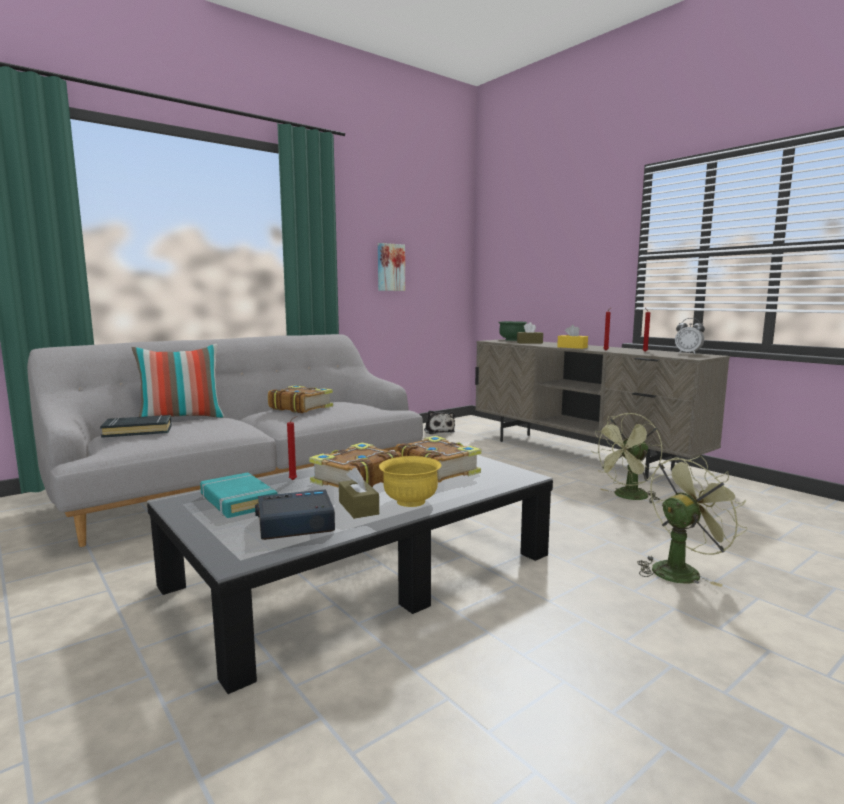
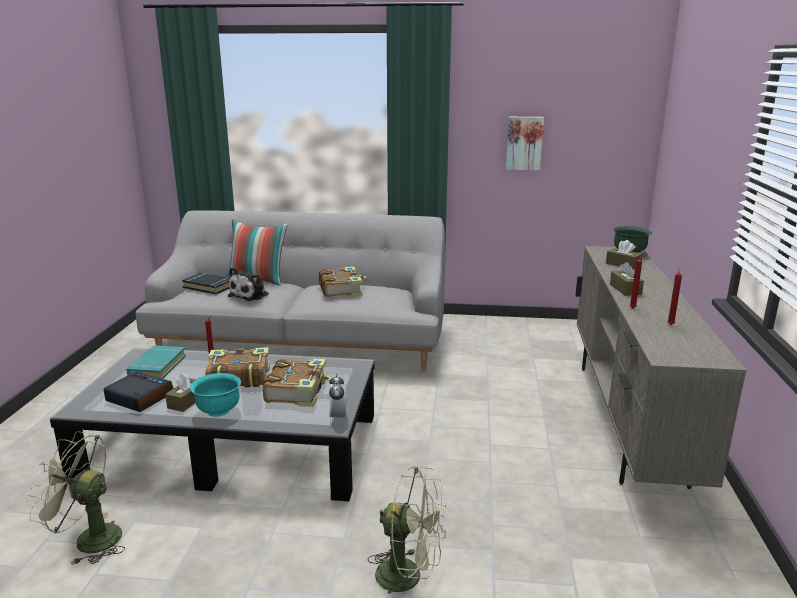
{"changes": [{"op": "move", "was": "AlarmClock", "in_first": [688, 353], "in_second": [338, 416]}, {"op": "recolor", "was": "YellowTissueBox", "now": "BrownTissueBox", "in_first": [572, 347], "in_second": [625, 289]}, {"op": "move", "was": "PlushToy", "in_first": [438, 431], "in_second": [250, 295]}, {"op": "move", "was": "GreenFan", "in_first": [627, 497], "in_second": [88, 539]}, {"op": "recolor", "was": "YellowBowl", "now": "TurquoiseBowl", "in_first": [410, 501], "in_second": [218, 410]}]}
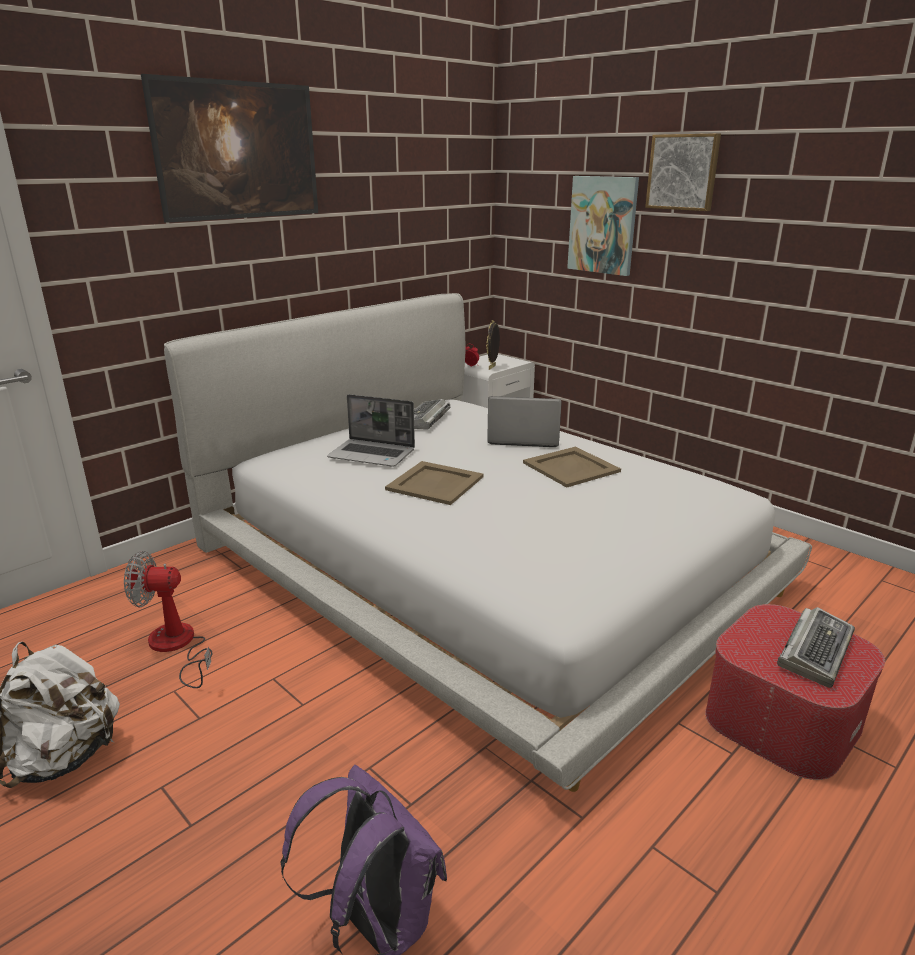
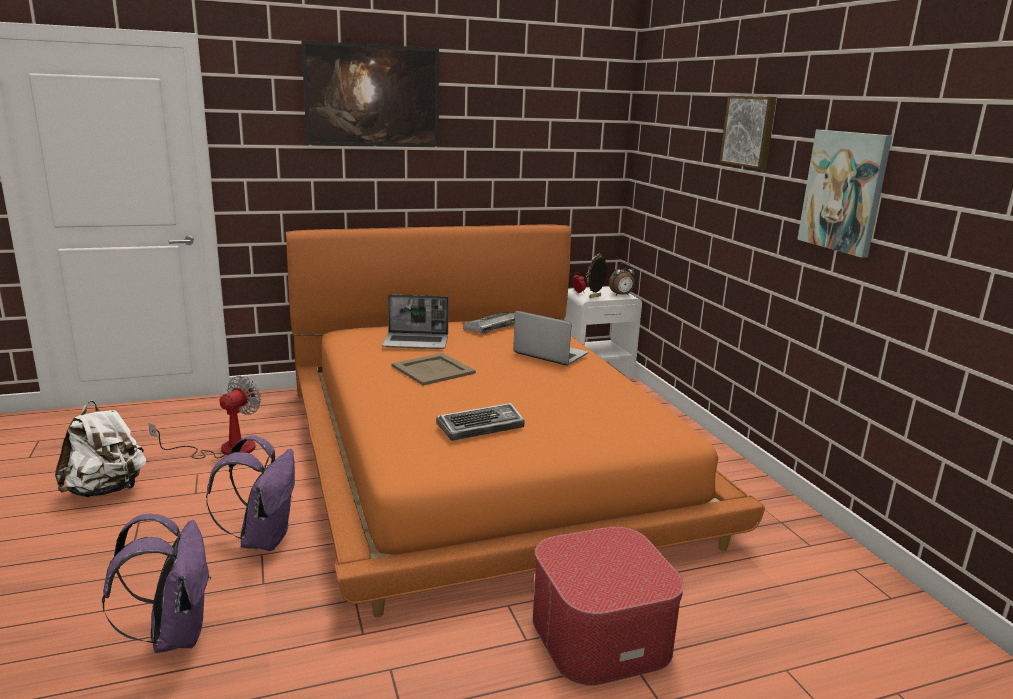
{"changes": [{"op": "move", "was": "Picture", "in_first": [603, 225], "in_second": [844, 191]}, {"op": "recolor", "was": "WhiteBed", "now": "OrangeBed", "in_first": [480, 565], "in_second": [482, 455]}, {"op": "rotate", "was": "Laptop", "in_first": [373, 454], "in_second": [417, 342], "clockwise": -45}, {"op": "delete", "was": "BeigeTray", "in_first": [571, 467]}, {"op": "rotate", "was": "Fan", "in_first": [177, 646], "in_second": [224, 449], "clockwise": 90}, {"op": "move", "was": "Keyboard", "in_first": [815, 651], "in_second": [481, 427]}, {"op": "insert", "now": "AlarmClock", "in_second": [621, 295]}, {"op": "insert", "now": "PurpleBackpack", "in_second": [263, 538]}]}
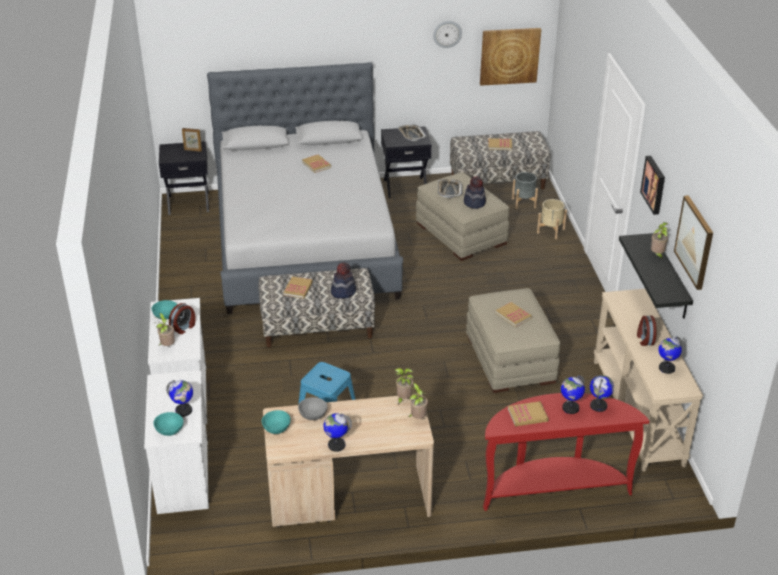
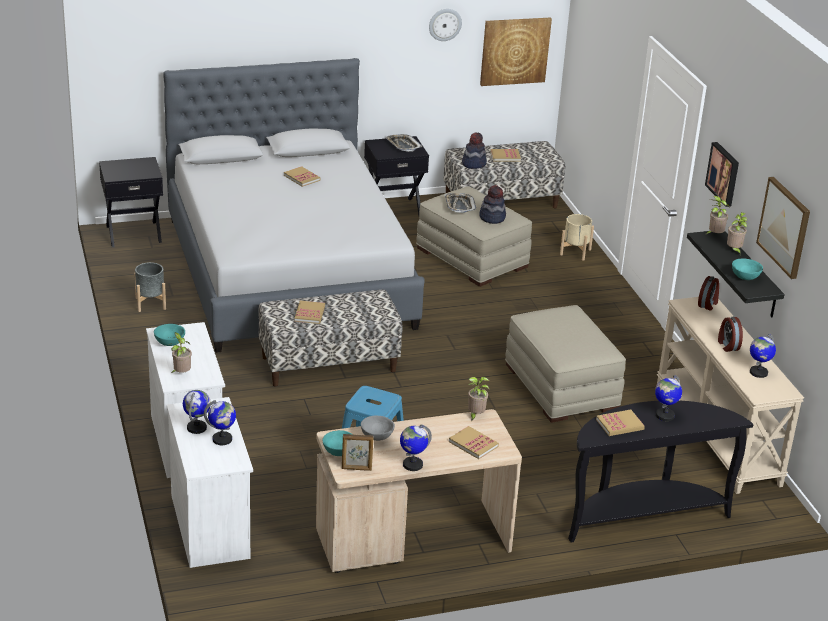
{"changes": [{"op": "move", "was": "PictureFrame", "in_first": [193, 150], "in_second": [356, 469]}, {"op": "move", "was": "GreyPlanter", "in_first": [524, 203], "in_second": [150, 303]}, {"op": "move", "was": "Hat", "in_first": [343, 291], "in_second": [473, 163]}, {"op": "move", "was": "Book", "in_first": [513, 315], "in_second": [473, 444]}, {"op": "move", "was": "AlarmClock", "in_first": [184, 327], "in_second": [708, 304]}, {"op": "move", "was": "Globe", "in_first": [598, 406], "in_second": [197, 428]}, {"op": "move", "was": "PottedPlant", "in_first": [417, 418], "in_second": [714, 235]}, {"op": "recolor", "was": "RedConsoleTable", "now": "BlackConsoleTable", "in_first": [553, 488], "in_second": [642, 515]}, {"op": "move", "was": "TurquoiseBowl", "in_first": [169, 431], "in_second": [745, 277]}]}
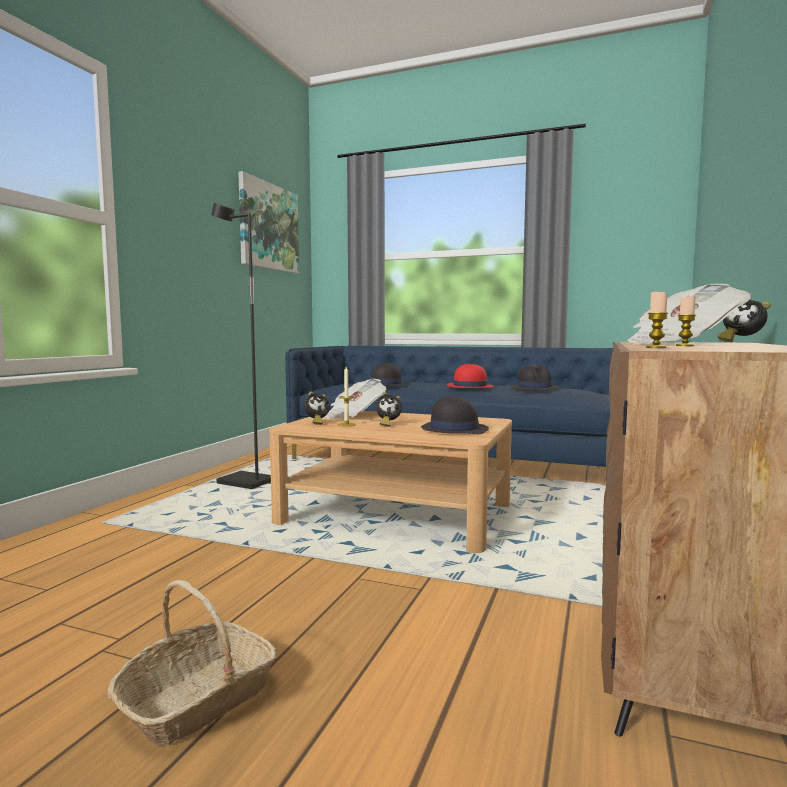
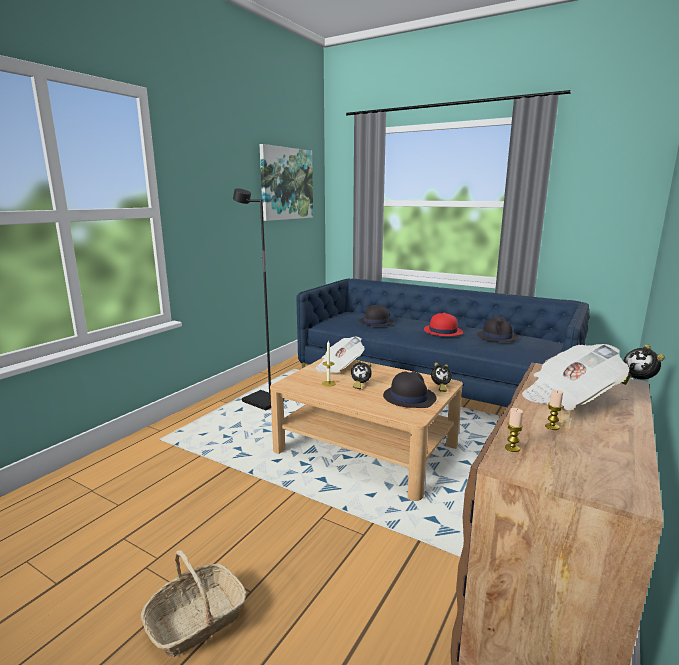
{"changes": [{"op": "move", "was": "AlarmClock", "in_first": [316, 423], "in_second": [439, 387]}]}
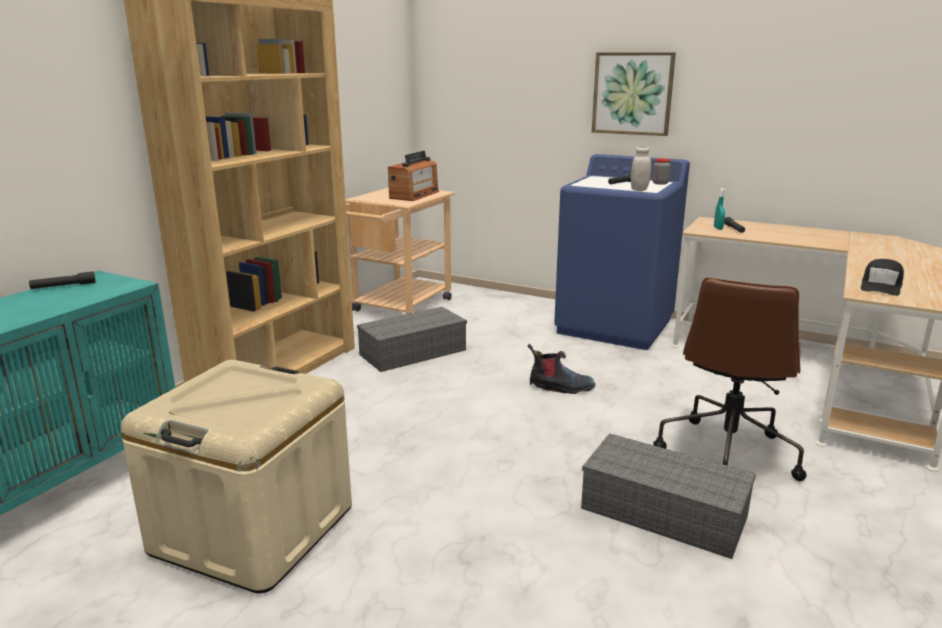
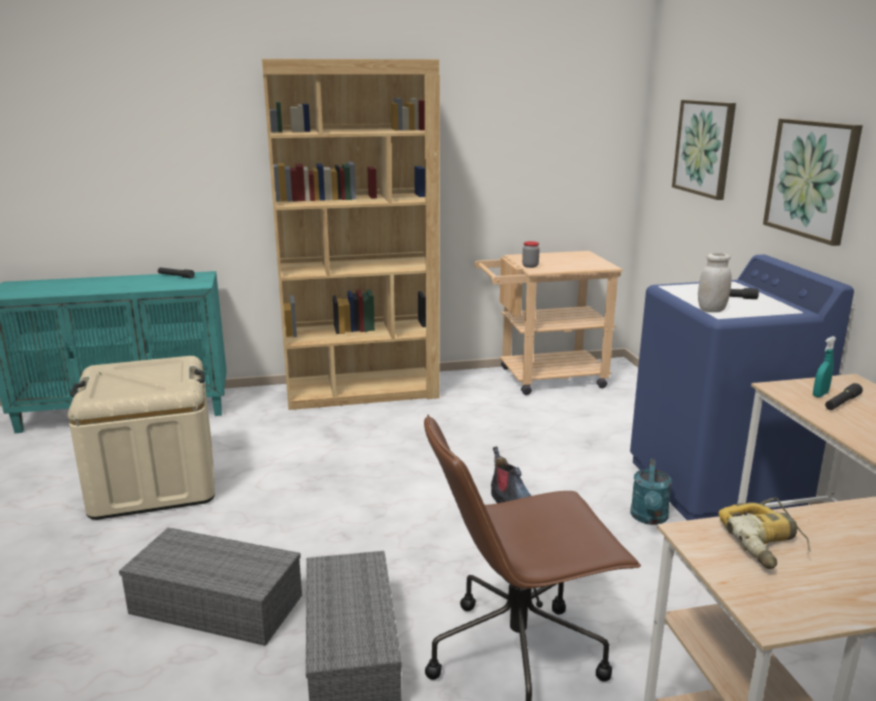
{"changes": [{"op": "delete", "was": "Radio", "in_first": [414, 195]}, {"op": "move", "was": "Jar", "in_first": [660, 183], "in_second": [530, 266]}, {"op": "replace", "was": "BlackCap", "now": "PowerDrill", "in_first": [881, 286], "in_second": [766, 542]}, {"op": "move", "was": "GreyStorageBox", "in_first": [414, 351], "in_second": [219, 603]}, {"op": "insert", "now": "Picture", "in_second": [704, 148]}, {"op": "insert", "now": "TurquoiseWateringCan", "in_second": [649, 518]}]}
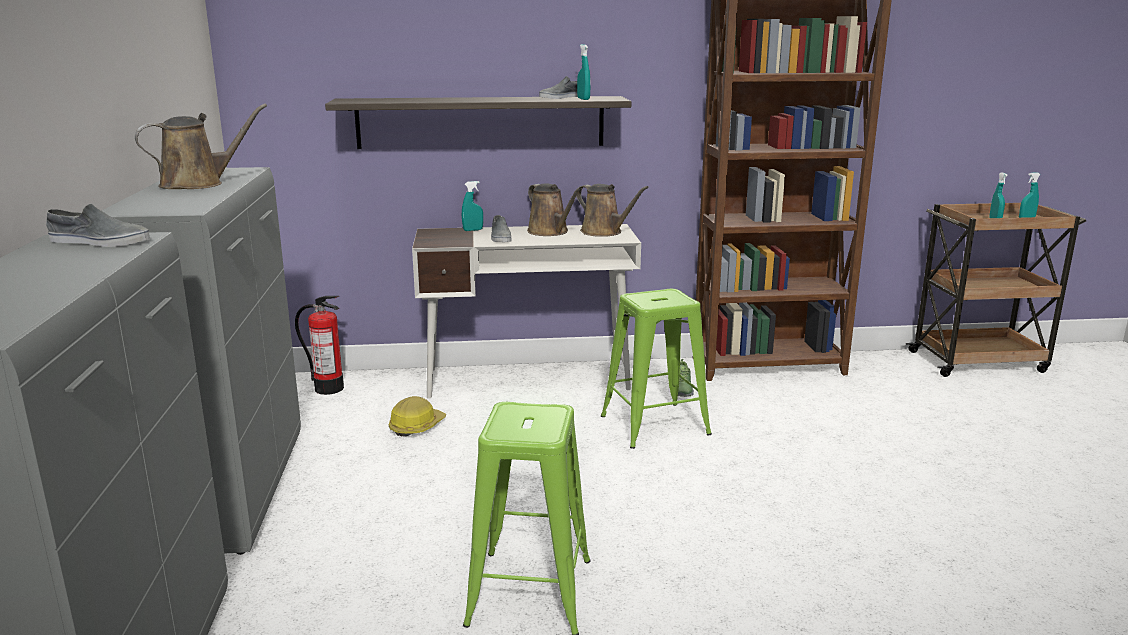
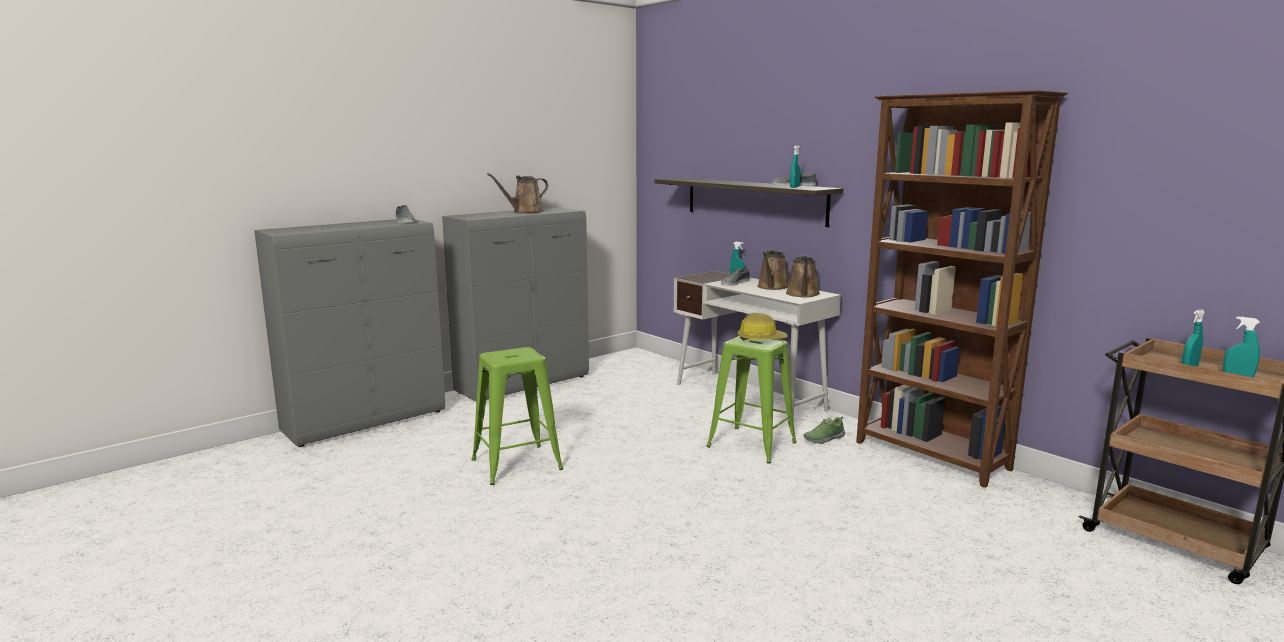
{"changes": [{"op": "rotate", "was": "BrownWateringCan", "in_first": [198, 184], "in_second": [525, 212], "clockwise": 120}, {"op": "delete", "was": "FireExtinguisher", "in_first": [329, 388]}, {"op": "move", "was": "HardHat", "in_first": [416, 426], "in_second": [761, 339]}]}
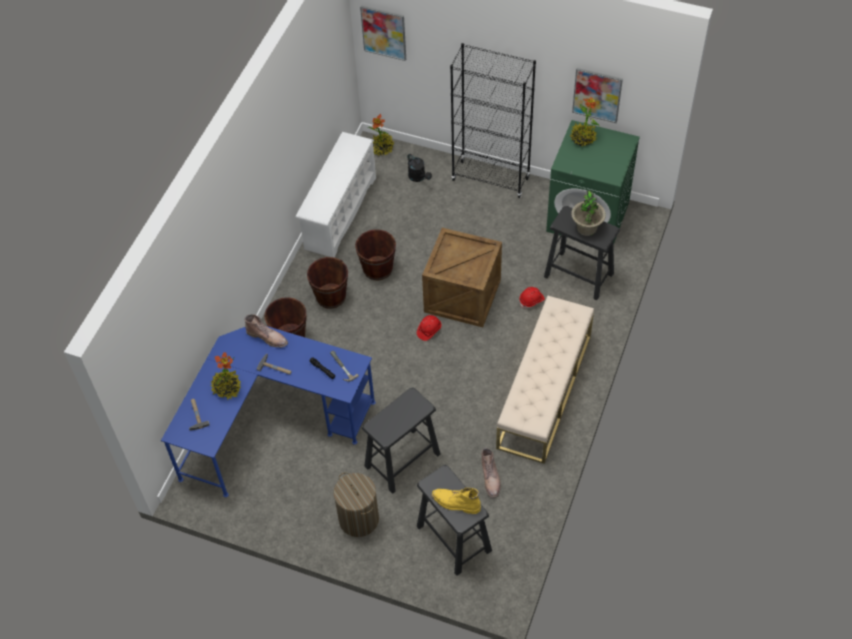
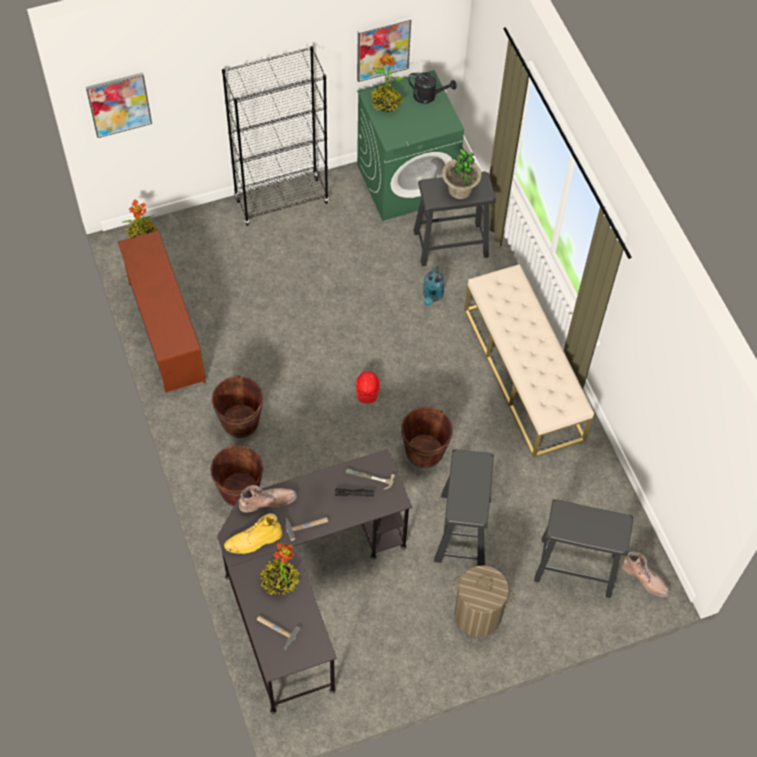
{"changes": [{"op": "recolor", "was": "WhiteShoeRack", "now": "BrownShoeRack", "in_first": [339, 213], "in_second": [165, 331]}, {"op": "move", "was": "BlackWateringCan", "in_first": [418, 177], "in_second": [428, 96]}, {"op": "delete", "was": "Crate", "in_first": [463, 295]}, {"op": "move", "was": "BrownBucket", "in_first": [377, 269], "in_second": [424, 452]}, {"op": "replace", "was": "RedHardHat", "now": "TurquoiseWateringCan", "in_first": [531, 300], "in_second": [432, 296]}, {"op": "recolor", "was": "BlueDesk", "now": "BlackDesk", "in_first": [270, 421], "in_second": [304, 587]}, {"op": "move", "was": "BrownBoot", "in_first": [491, 478], "in_second": [645, 578]}, {"op": "move", "was": "YellowBoot", "in_first": [455, 503], "in_second": [253, 541]}]}
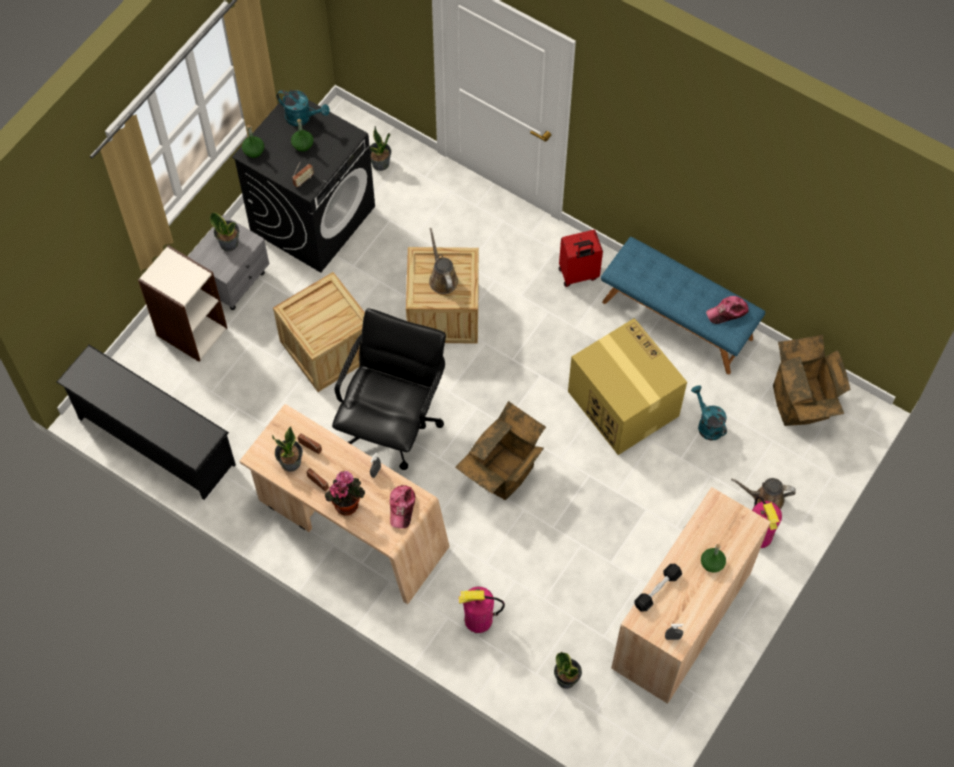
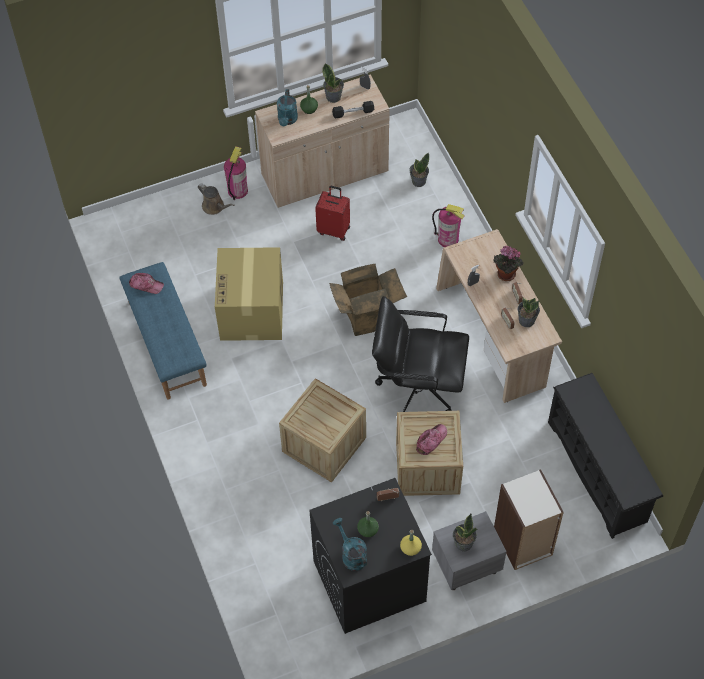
{"changes": [{"op": "recolor", "was": "GreenBottle", "now": "YellowBottle", "in_first": [253, 151], "in_second": [410, 548]}, {"op": "move", "was": "PottedPlant", "in_first": [380, 164], "in_second": [333, 97]}, {"op": "delete", "was": "BrownWateringCan", "in_first": [442, 278]}, {"op": "move", "was": "RedSuitcase", "in_first": [578, 275], "in_second": [334, 230]}, {"op": "rotate", "was": "BlackOfficeChair", "in_first": [392, 423], "in_second": [417, 387], "clockwise": 45}, {"op": "delete", "was": "CardboardBox", "in_first": [804, 402]}, {"op": "move", "was": "TurquoiseWateringCan", "in_first": [707, 424], "in_second": [287, 120]}, {"op": "move", "was": "Cap", "in_first": [402, 507], "in_second": [431, 440]}]}
